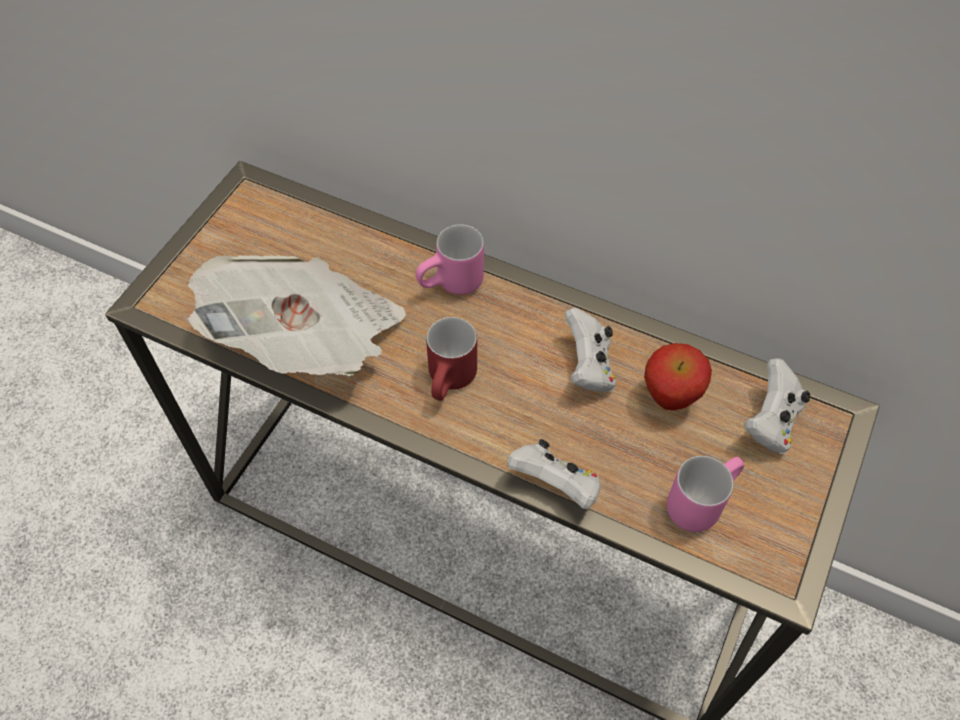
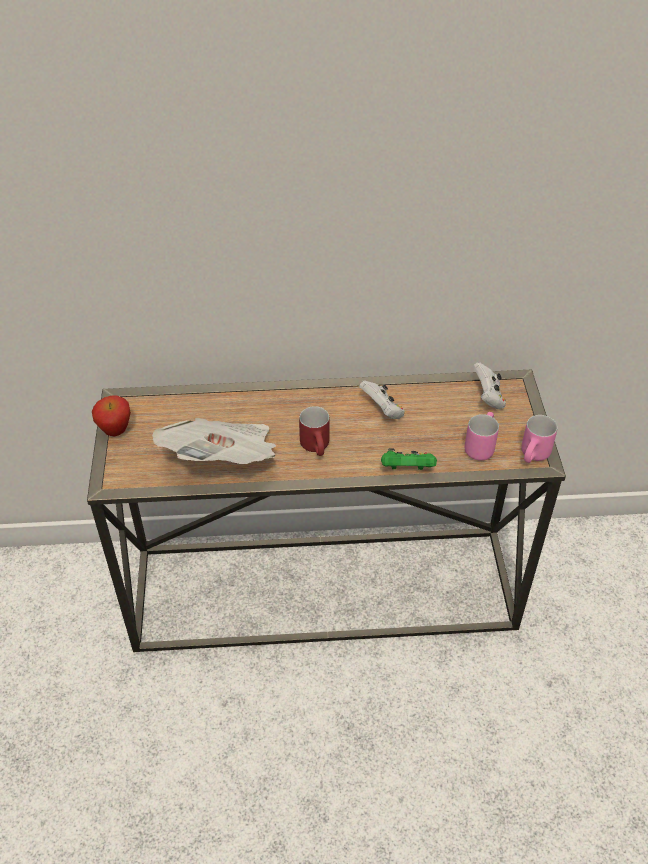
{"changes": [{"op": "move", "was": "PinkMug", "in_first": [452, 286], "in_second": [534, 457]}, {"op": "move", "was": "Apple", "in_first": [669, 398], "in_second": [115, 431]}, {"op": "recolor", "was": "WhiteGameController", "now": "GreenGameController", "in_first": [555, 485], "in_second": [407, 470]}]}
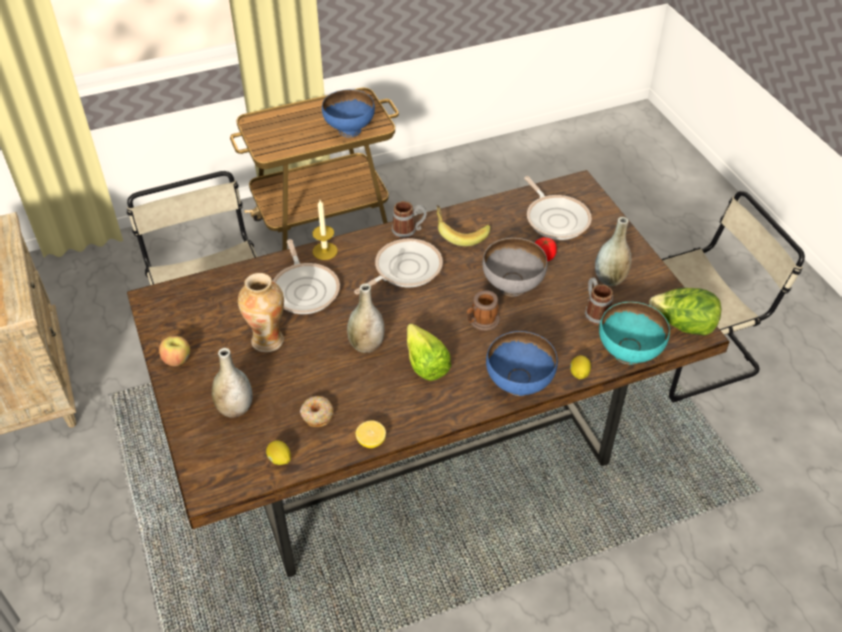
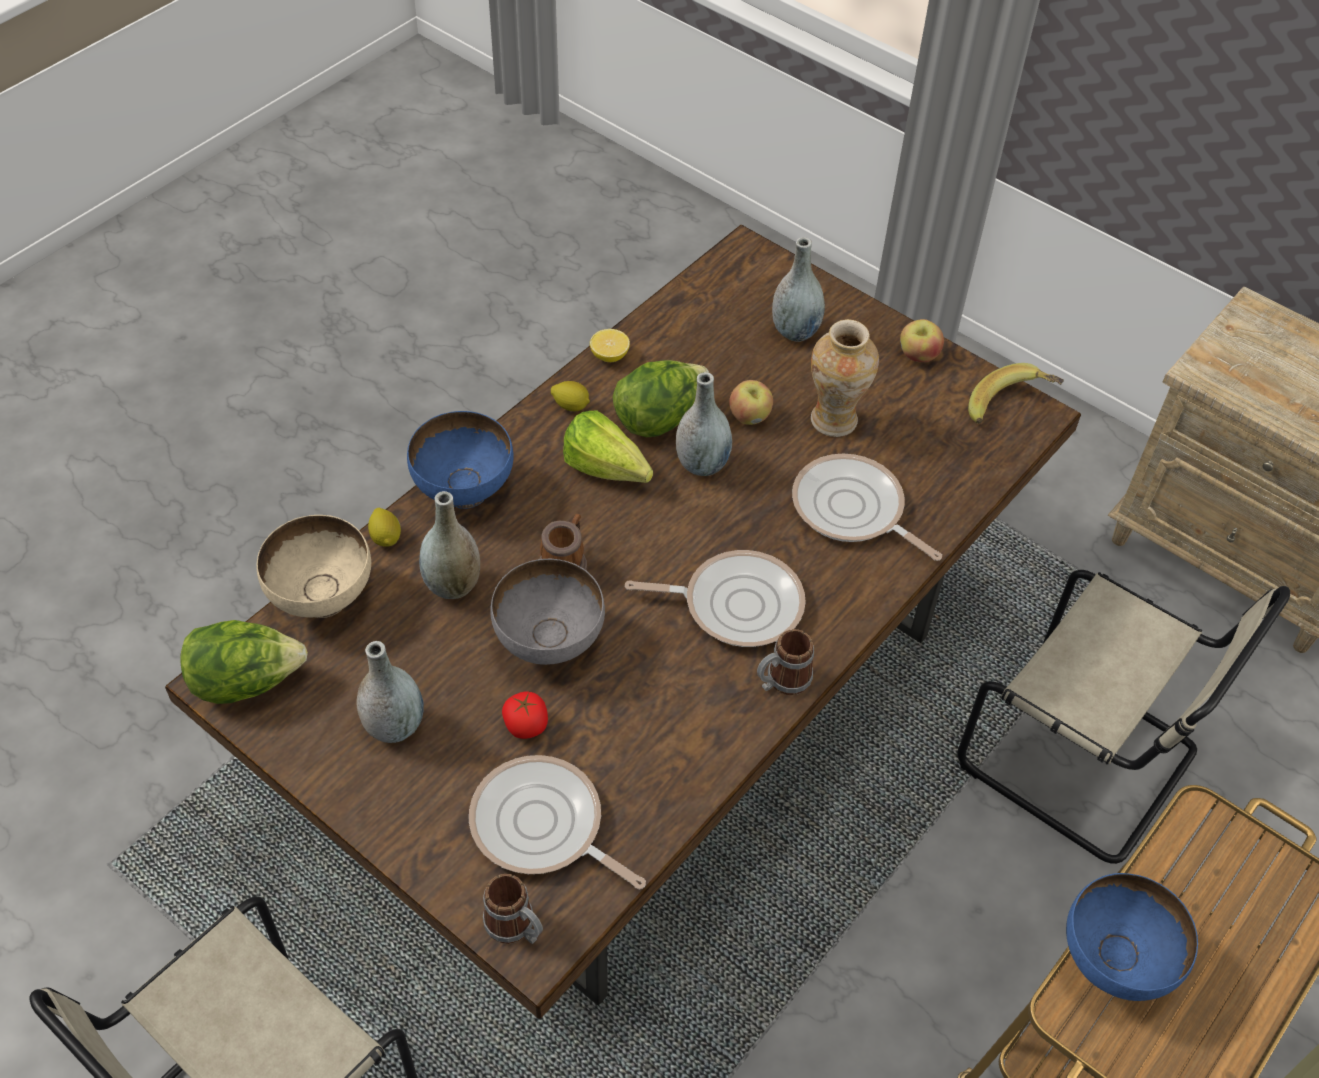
{"changes": [{"op": "delete", "was": "Candle", "in_first": [325, 251]}, {"op": "move", "was": "Banana", "in_first": [460, 233], "in_second": [1010, 409]}, {"op": "rotate", "was": "FryingPan", "in_first": [404, 269], "in_second": [736, 604], "clockwise": -105}, {"op": "move", "was": "Mug", "in_first": [595, 312], "in_second": [516, 928]}, {"op": "recolor", "was": "TurquoiseBowl", "now": "BeigeBowl", "in_first": [628, 354], "in_second": [322, 597]}, {"op": "delete", "was": "Donut", "in_first": [317, 415]}, {"op": "move", "was": "Lemon", "in_first": [279, 459], "in_second": [571, 406]}, {"op": "insert", "now": "Lettuce", "in_second": [660, 418]}, {"op": "insert", "now": "Apple", "in_second": [750, 417]}, {"op": "insert", "now": "GreyVase", "in_second": [453, 585]}]}
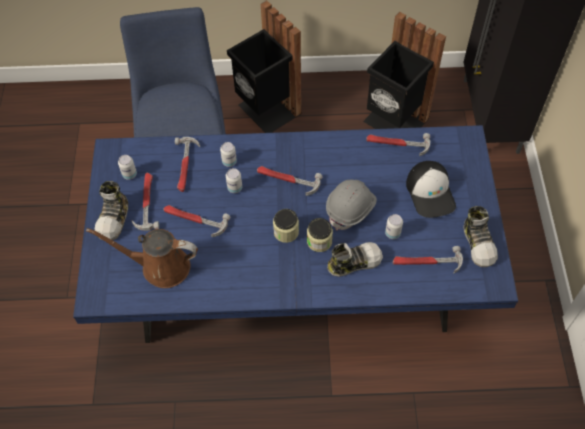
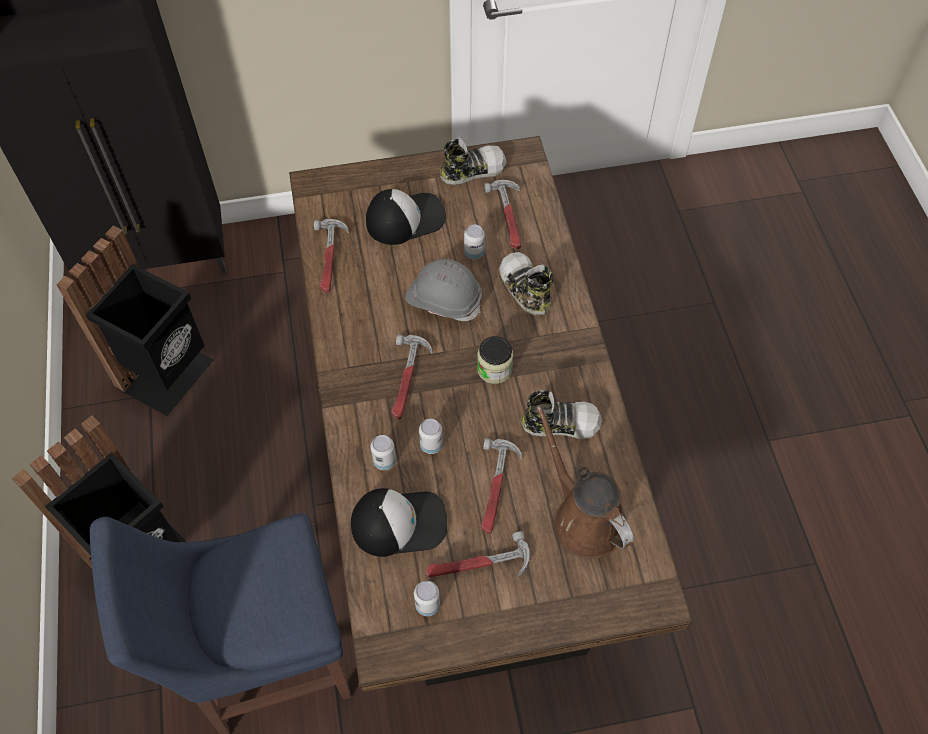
{"changes": [{"op": "recolor", "was": "BlueDiningTable", "now": "BrownDiningTable", "in_first": [295, 287], "in_second": [463, 469]}, {"op": "replace", "was": "Hammer", "now": "Cap", "in_first": [185, 166], "in_second": [399, 522]}, {"op": "move", "was": "Shoe", "in_first": [114, 219], "in_second": [560, 423]}, {"op": "delete", "was": "Jar", "in_first": [319, 241]}, {"op": "rotate", "was": "BrownWateringCan", "in_first": [160, 266], "in_second": [583, 518], "clockwise": 150}]}
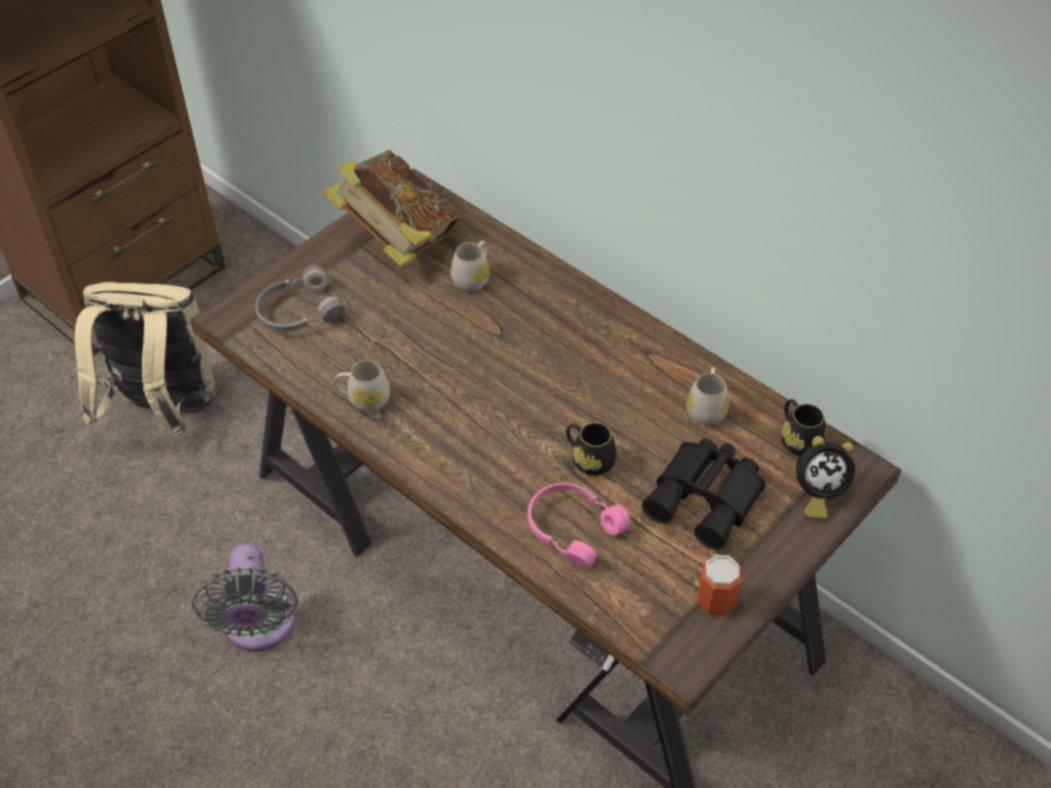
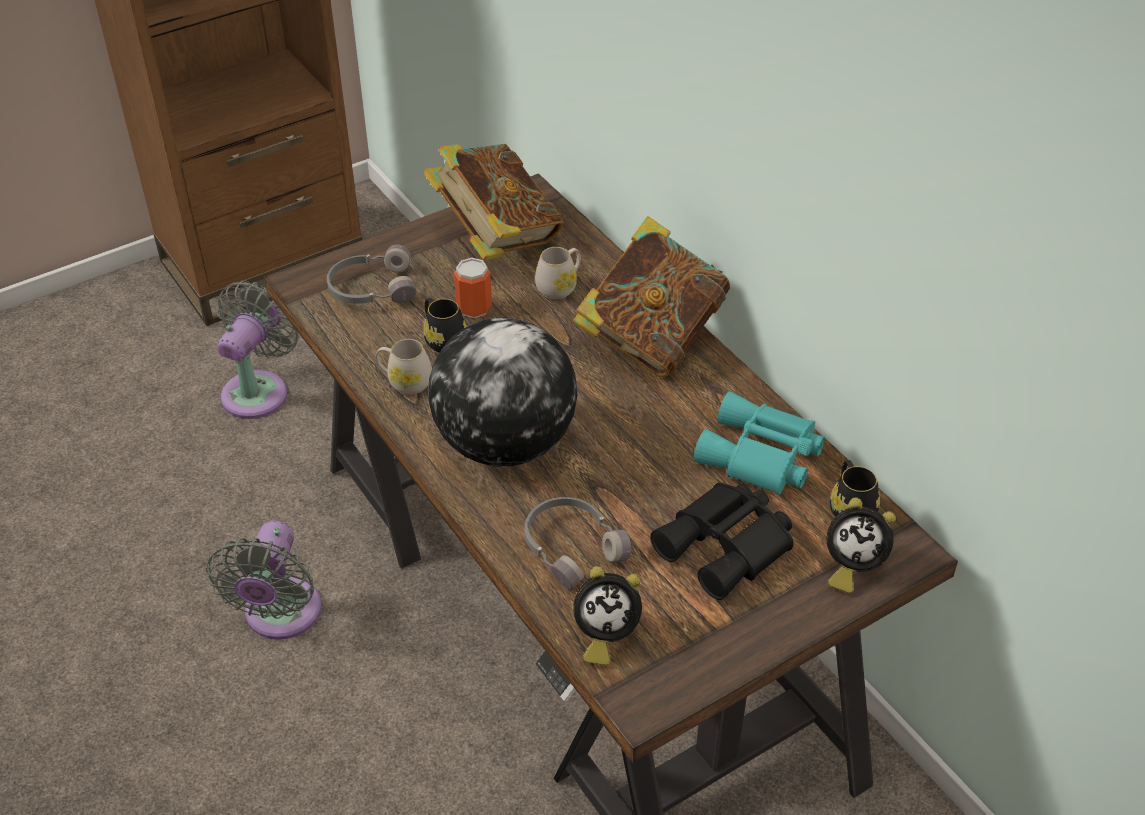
{"changes": [{"op": "replace", "was": "BeigeBackpack", "now": "GreyFan", "in_first": [163, 411], "in_second": [259, 390]}, {"op": "replace", "was": "WhiteMug", "now": "TurquoiseBinoculars", "in_first": [706, 408], "in_second": [760, 457]}, {"op": "move", "was": "BlackMug", "in_first": [588, 459], "in_second": [442, 339]}, {"op": "recolor", "was": "PinkHeadphones", "now": "GreyHeadphones", "in_first": [573, 528], "in_second": [572, 547]}, {"op": "move", "was": "Can", "in_first": [715, 601], "in_second": [474, 308]}, {"op": "insert", "now": "Book", "in_second": [651, 338]}, {"op": "insert", "now": "Globe", "in_second": [506, 443]}, {"op": "insert", "now": "AlarmClock", "in_second": [604, 635]}]}
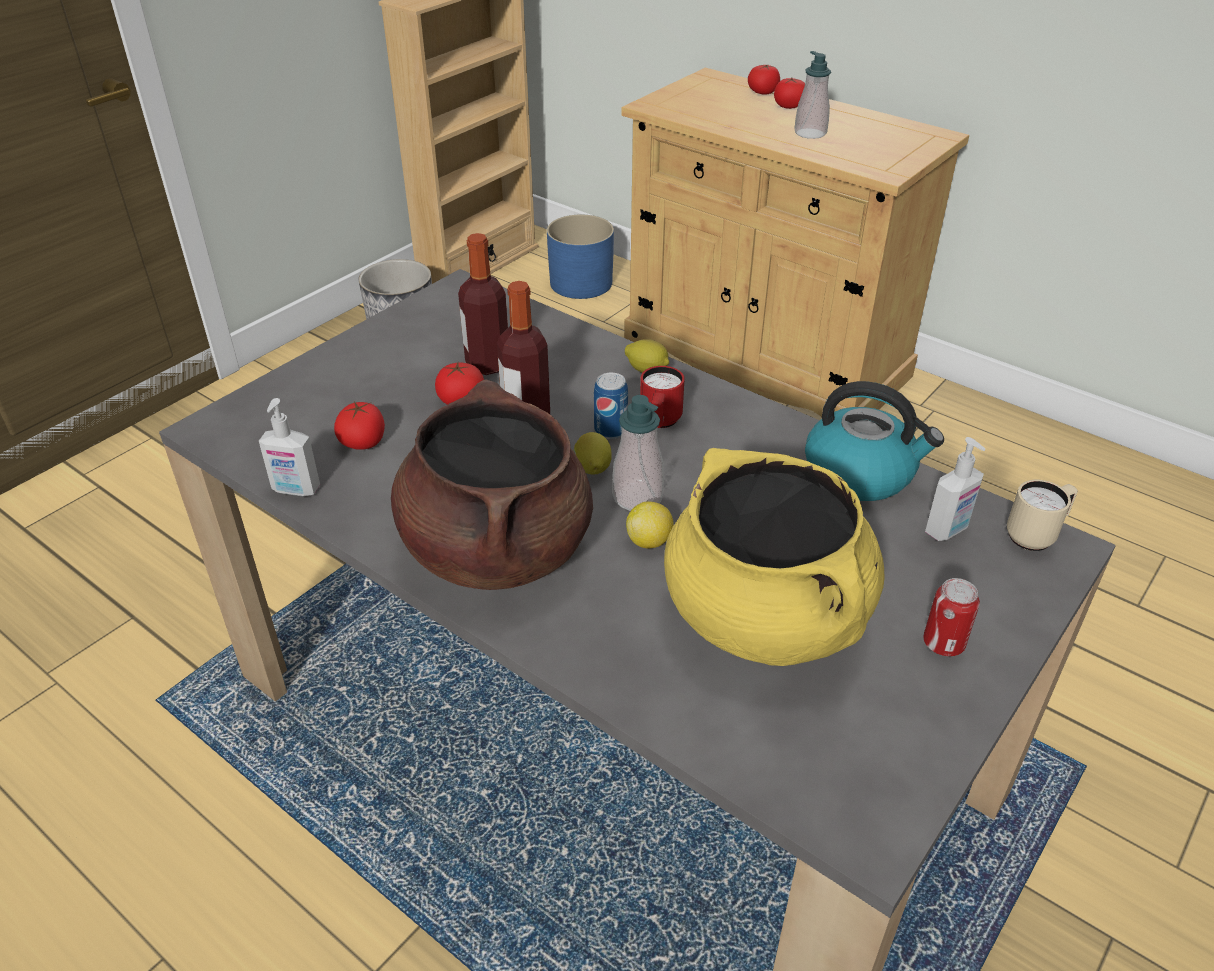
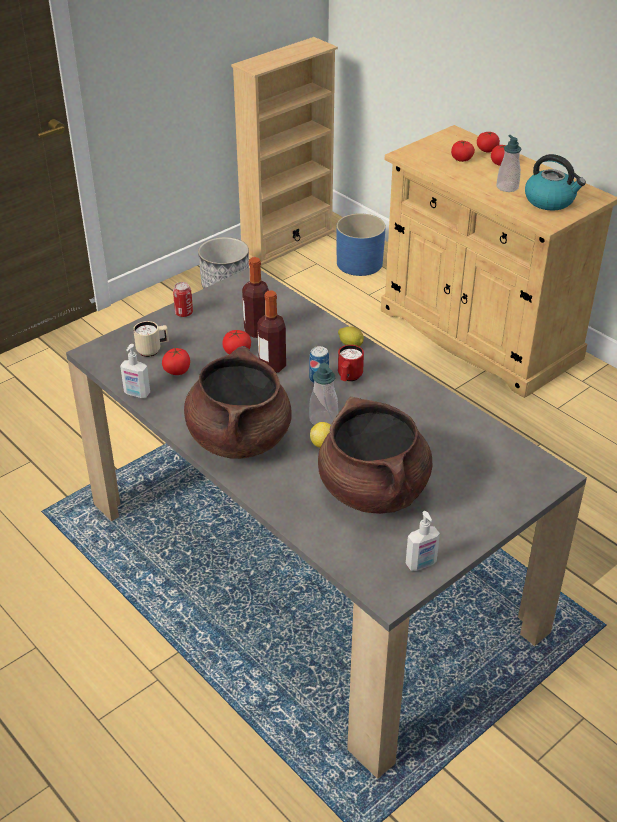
{"changes": [{"op": "move", "was": "Kettle", "in_first": [861, 473], "in_second": [550, 201]}, {"op": "delete", "was": "Lemon", "in_first": [592, 469]}, {"op": "move", "was": "SoapDispenser", "in_first": [947, 530], "in_second": [421, 564]}, {"op": "recolor", "was": "YellowCookingPot", "now": "BrownCookingPot", "in_first": [766, 617], "in_second": [374, 490]}, {"op": "move", "was": "BeigeMug", "in_first": [1035, 535], "in_second": [152, 350]}, {"op": "move", "was": "Can", "in_first": [943, 643], "in_second": [184, 313]}, {"op": "insert", "now": "Tomato", "in_second": [461, 159]}]}
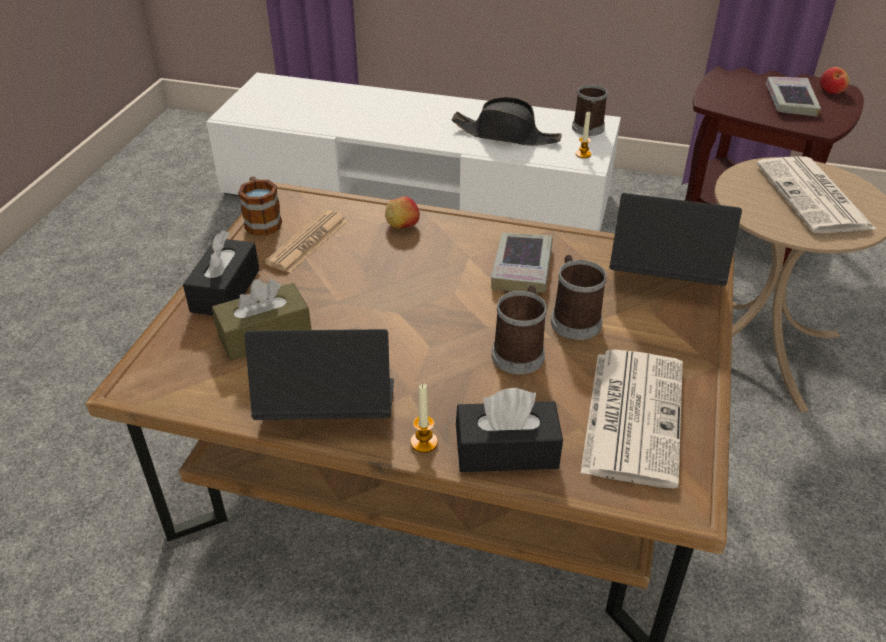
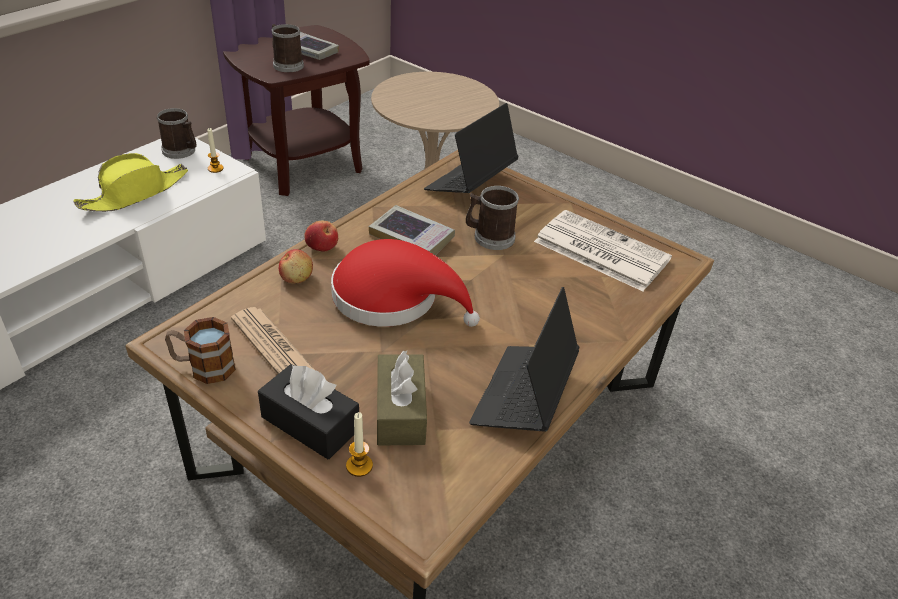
{"changes": [{"op": "move", "was": "Apple", "in_first": [831, 91], "in_second": [322, 246]}, {"op": "recolor", "was": "BlackHat", "now": "YellowHat", "in_first": [506, 135], "in_second": [135, 193]}, {"op": "delete", "was": "Newspaper", "in_first": [815, 197]}, {"op": "move", "was": "Mug", "in_first": [520, 351], "in_second": [286, 64]}, {"op": "move", "was": "Candle", "in_first": [424, 442], "in_second": [359, 466]}, {"op": "delete", "was": "BlackTissueBox", "in_first": [506, 450]}, {"op": "insert", "now": "RedHat", "in_second": [393, 298]}]}
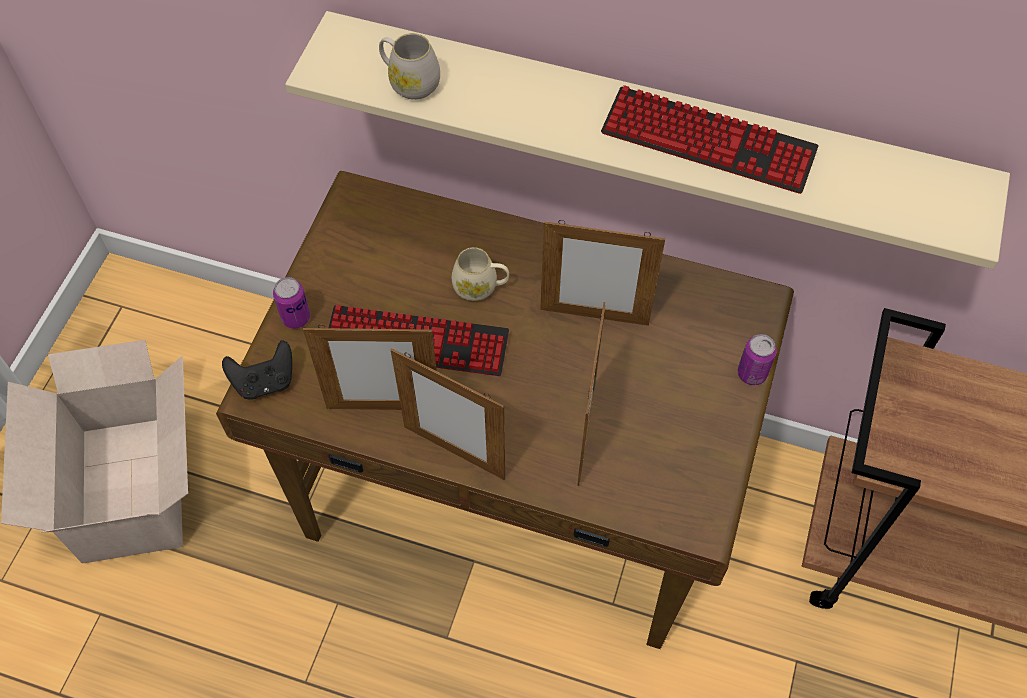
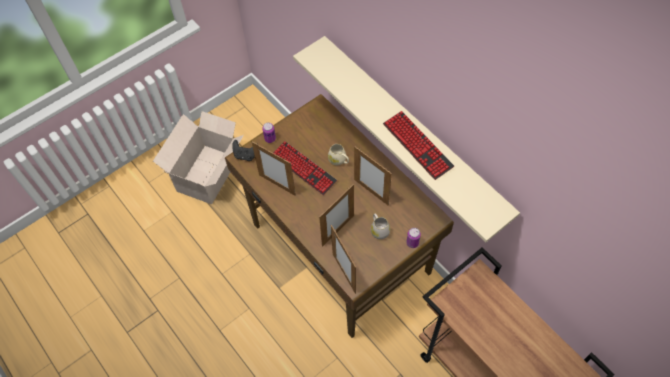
{"changes": [{"op": "move", "was": "WhiteMug", "in_first": [409, 82], "in_second": [379, 230]}, {"op": "move", "was": "PictureFrame", "in_first": [454, 452], "in_second": [344, 273]}]}
